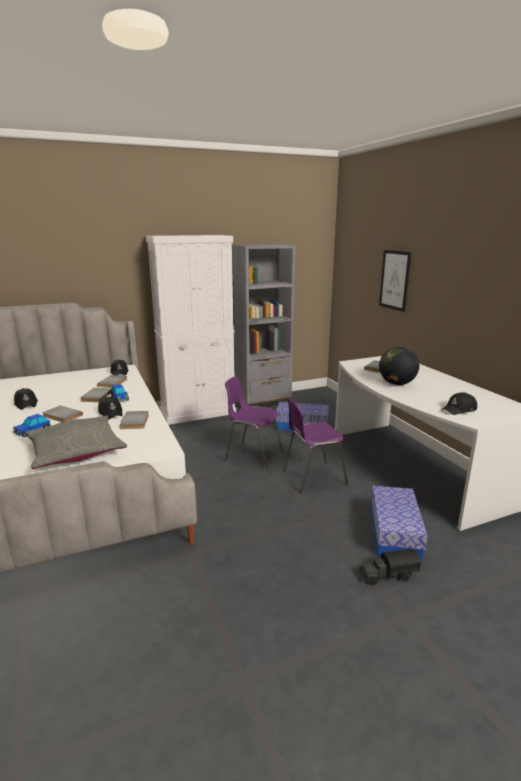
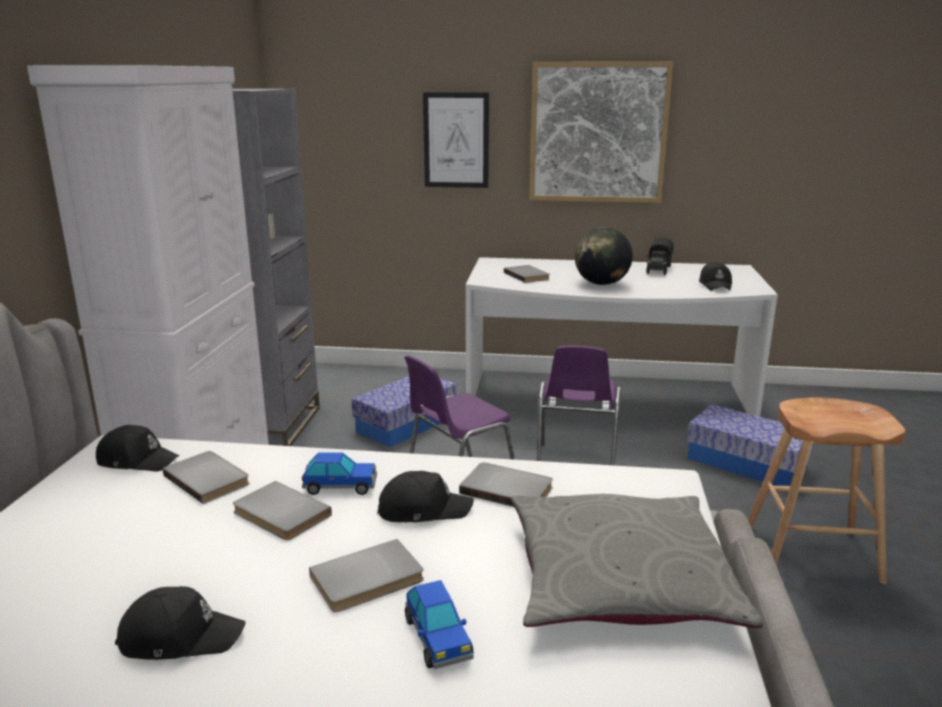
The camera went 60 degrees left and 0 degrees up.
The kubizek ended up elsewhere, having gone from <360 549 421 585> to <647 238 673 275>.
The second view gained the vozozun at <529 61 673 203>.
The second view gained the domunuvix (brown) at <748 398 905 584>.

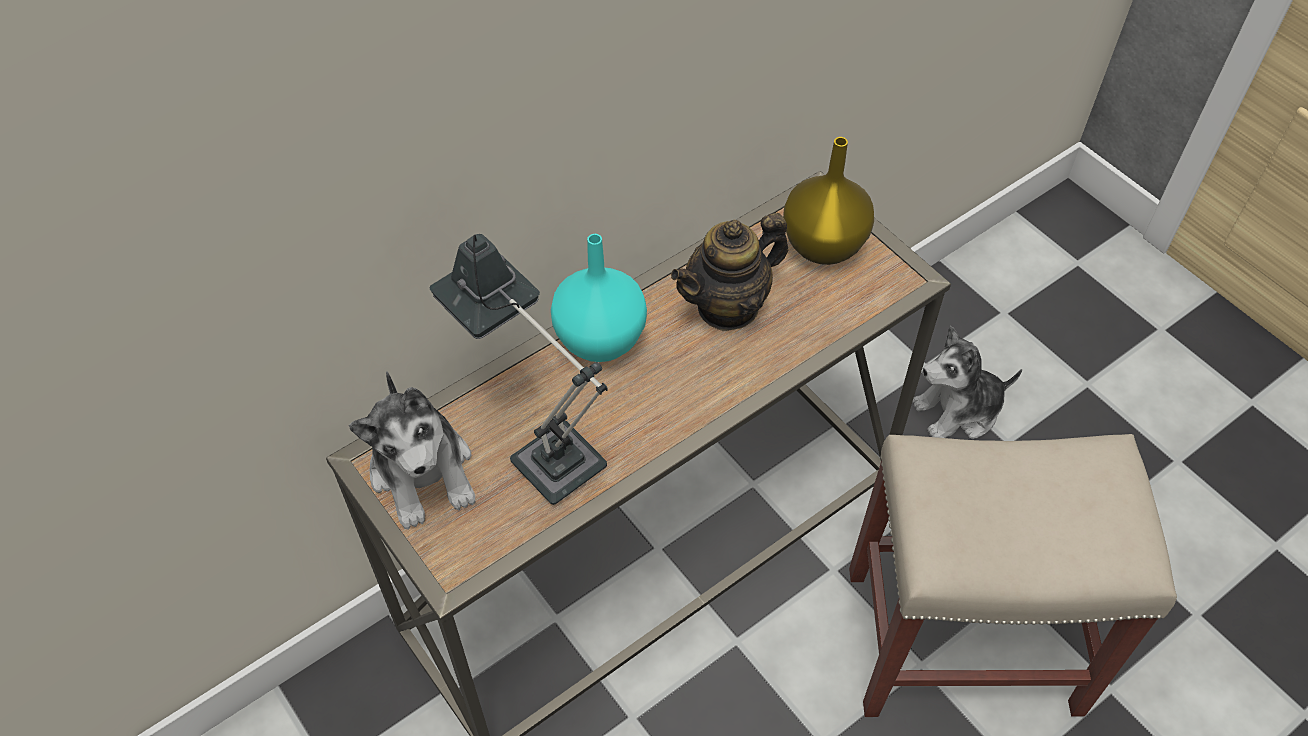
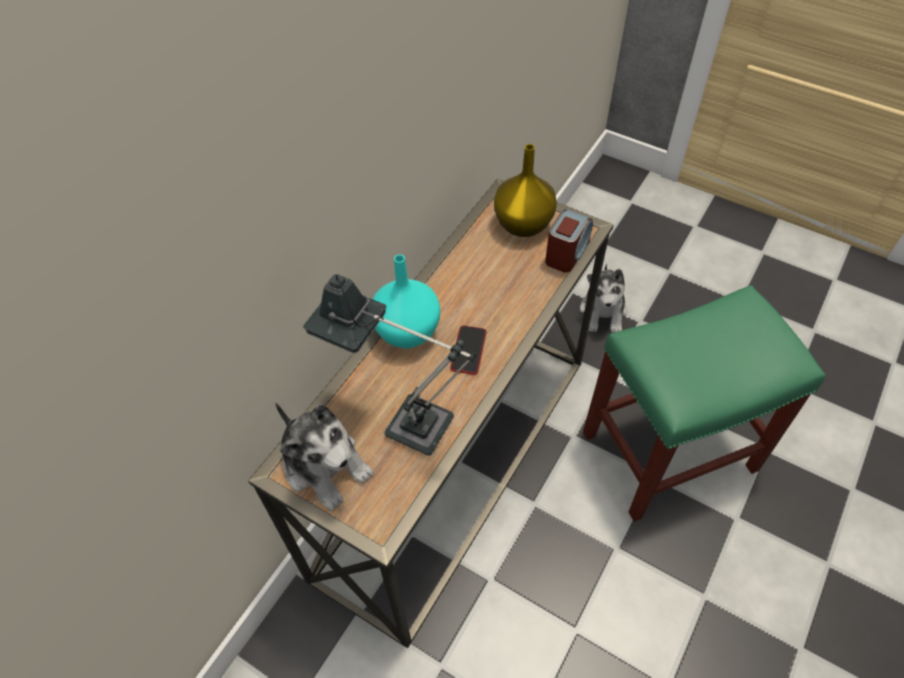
The camera went 20 degrees left and 0 degrees up.
The second view lost the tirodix at <671 213 788 331>.
The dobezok at <912 326 1022 439> ended up facing another way, 45 degrees counterclockwise from before.
What was the domunuvix (beige) at <849 434 1177 717> turned into the domunuvix (green) at <583 285 825 522>.
The second view gained the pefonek at <545 209 593 272>.
The second view gained the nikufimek at <450 326 487 375>.

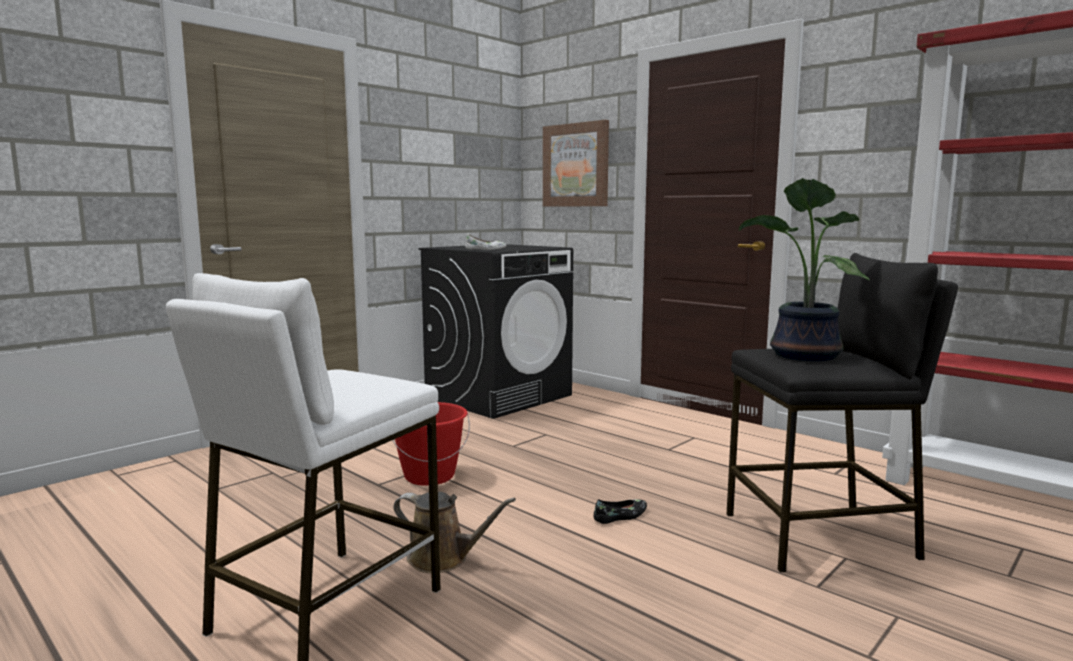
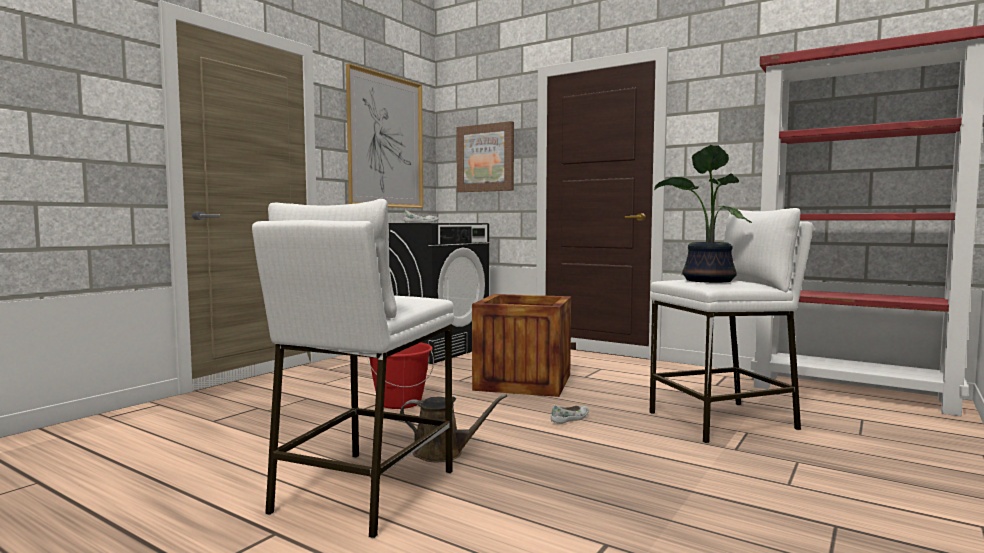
The camera went 10 degrees left and 5 degrees down.
What was the domunuvix (black) at <727 253 958 572> turned into the domunuvix (white) at <650 208 813 444>.
What was the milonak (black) at <594 499 647 524> turned into the milonak (white) at <551 404 589 424>.
The second view gained the vozozun at <346 63 423 208>.
The second view gained the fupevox at <472 294 571 397>.

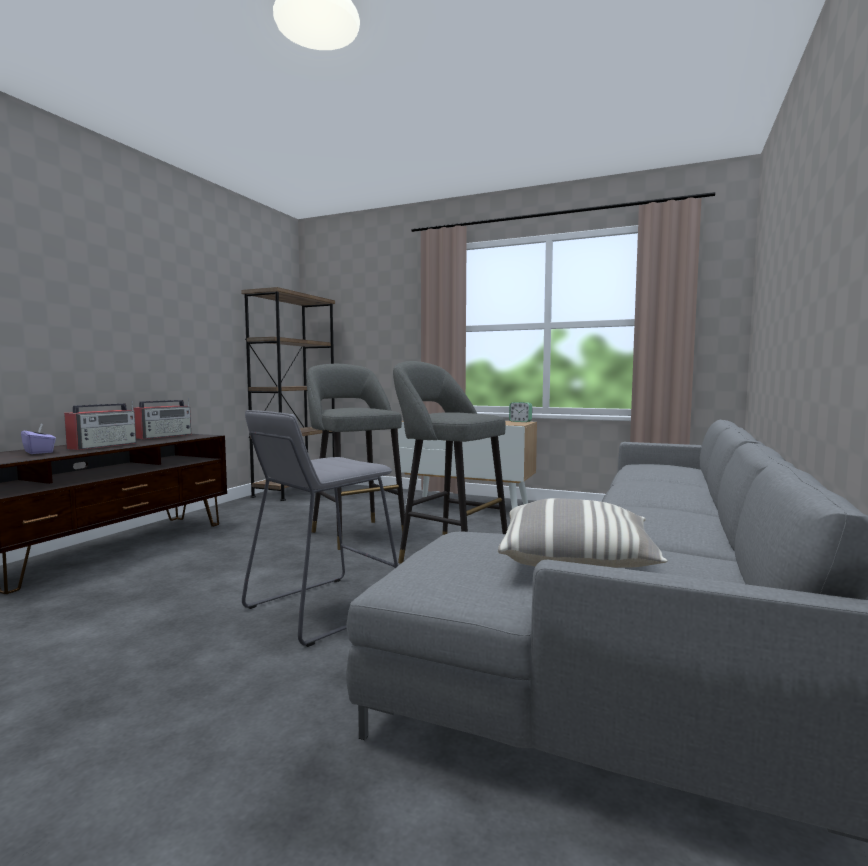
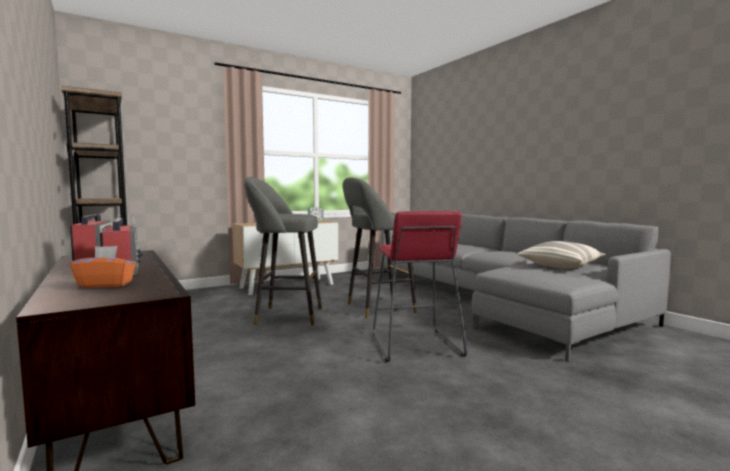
The camera went 55 degrees left and 0 degrees up.
What was the domunuvix (grey) at <242 410 398 647> turned into the domunuvix (red) at <373 211 467 362>.
What was the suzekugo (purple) at <21 424 56 454> turned into the suzekugo (orange) at <70 246 136 288>.

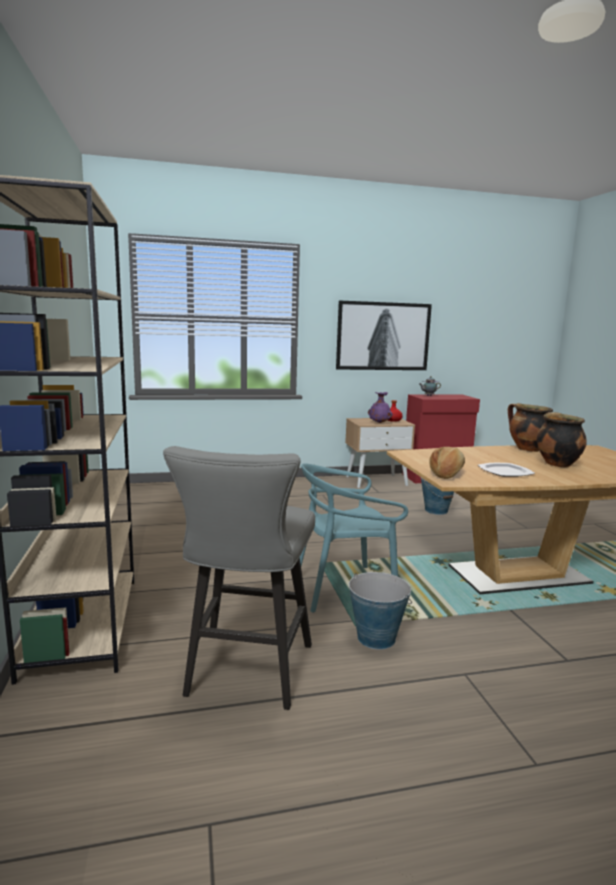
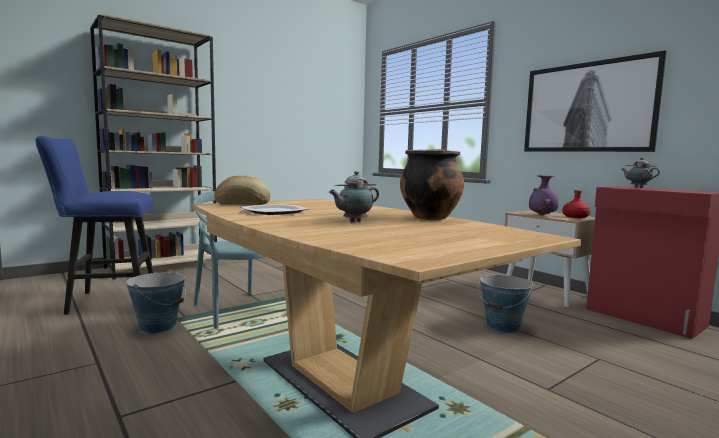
The camera went 65 degrees right and 5 degrees down.
Where the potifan stood at <536 412 586 467>, the tirodix came to stand at <329 171 379 222>.
What was the domunuvix (grey) at <163 446 315 710> turned into the domunuvix (blue) at <35 136 154 315>.

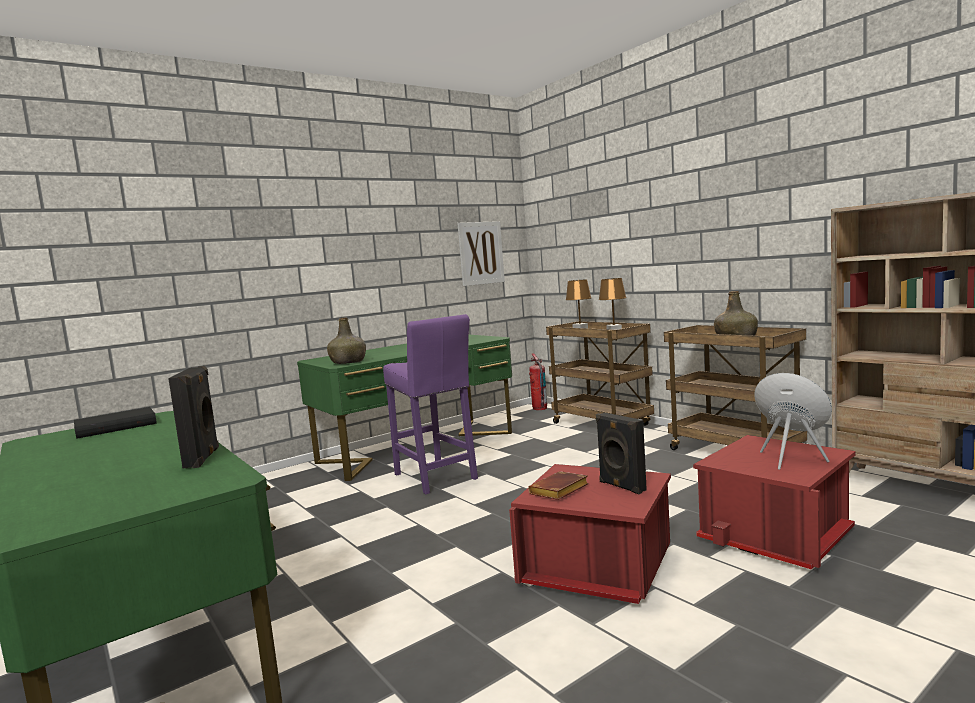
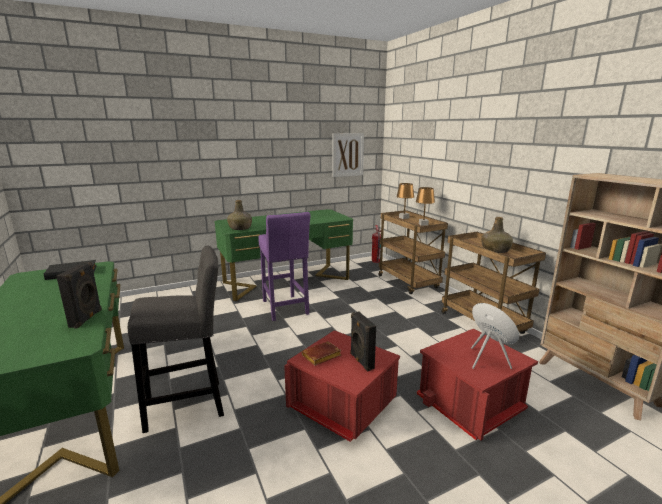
The camera went 10 degrees right and 10 degrees up.
The second view gained the domunuvix (grey) at <128 246 224 433>.

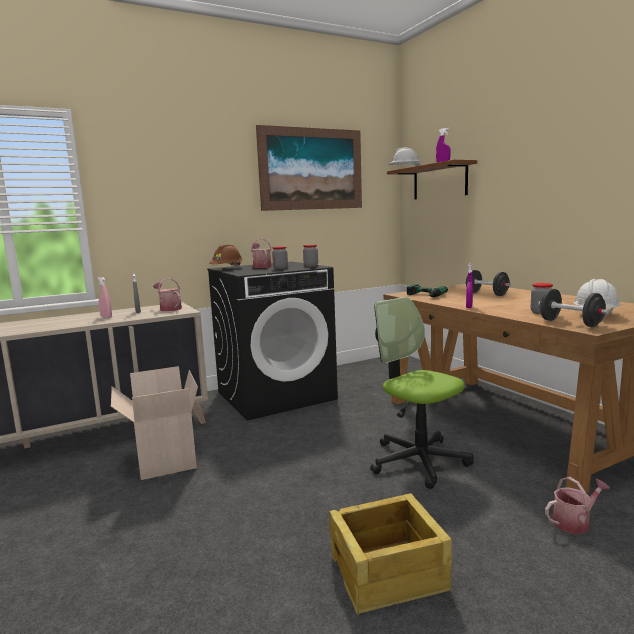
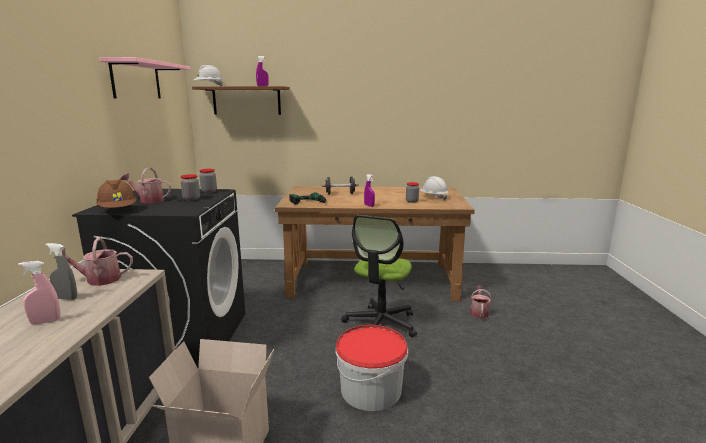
The camera went 60 degrees left and 5 degrees up.
Where the vozozun hung at <256 125 362 211>, the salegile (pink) came to hang at <99 57 191 99>.
The second view lost the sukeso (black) at <538 289 609 327>.
The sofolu at <370 297 474 489> ended up facing another way, 60 degrees counterclockwise from before.
The second view lost the fupevox at <329 493 452 616>.
The second view gained the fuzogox at <335 325 408 411>.

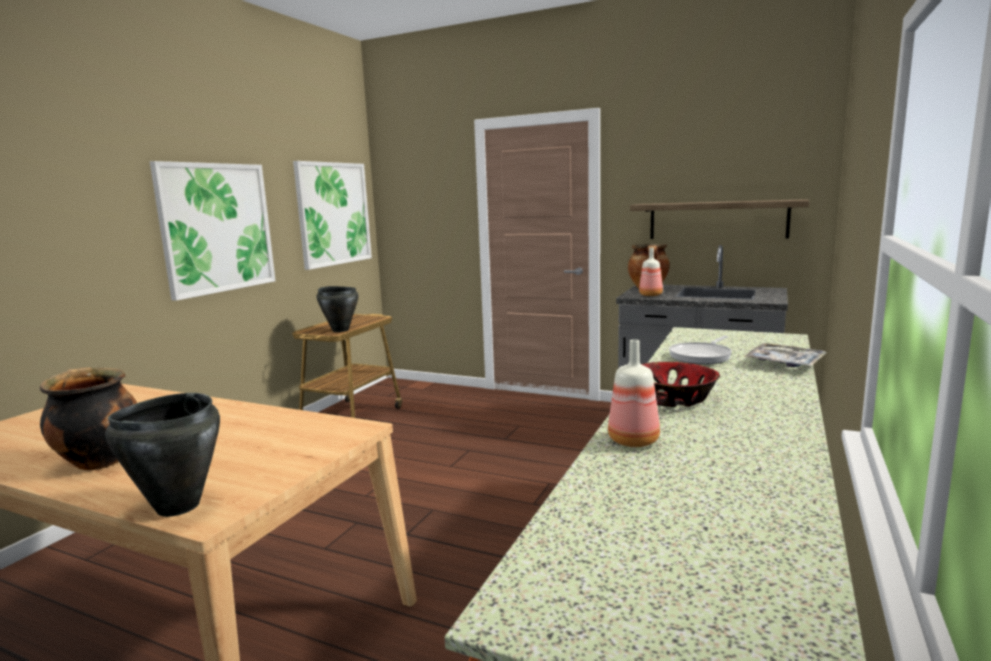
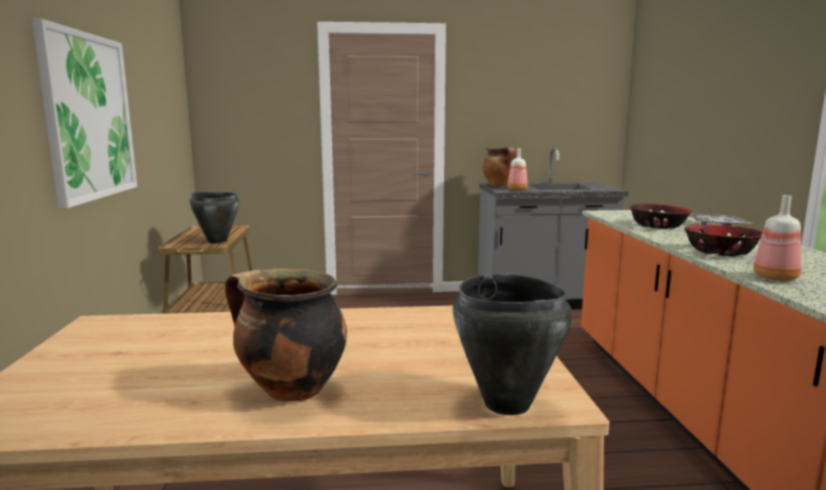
The camera went 30 degrees left and 0 degrees up.
The second view lost the vozozun at <293 161 372 270>.
The second view lost the salegile at <630 199 809 239>.
Where the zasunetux stood at <669 336 732 365>, the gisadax came to stand at <630 204 692 229>.

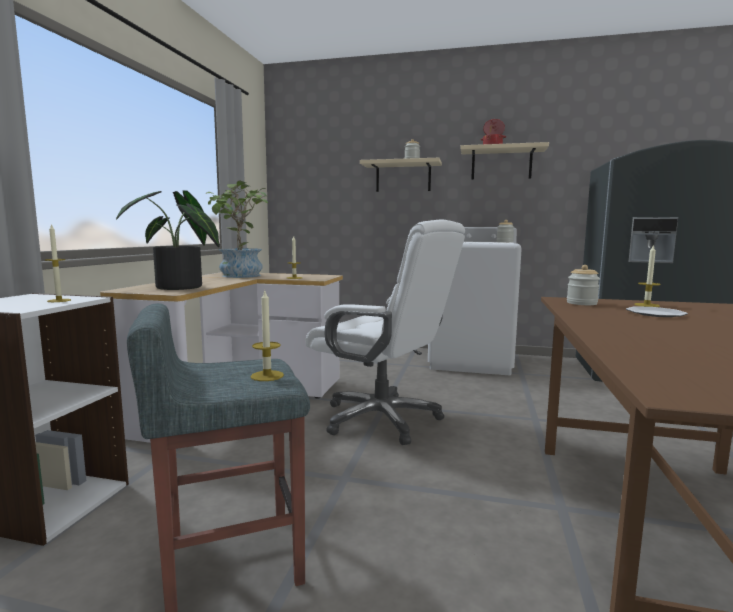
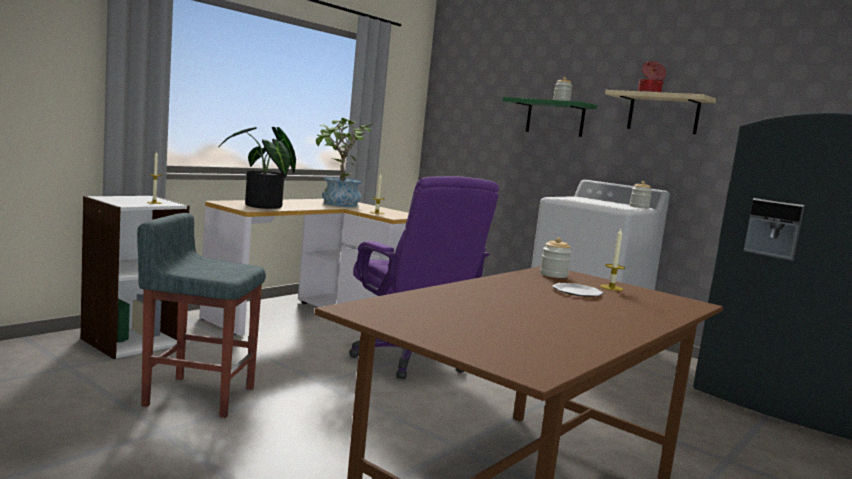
The camera went 25 degrees right and 0 degrees up.
What was the salegile (beige) at <360 158 442 192> turned into the salegile (green) at <503 97 597 137>.
What was the sofolu (white) at <306 219 465 445> turned into the sofolu (purple) at <349 176 499 379>.
The second view lost the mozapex at <251 291 284 381>.

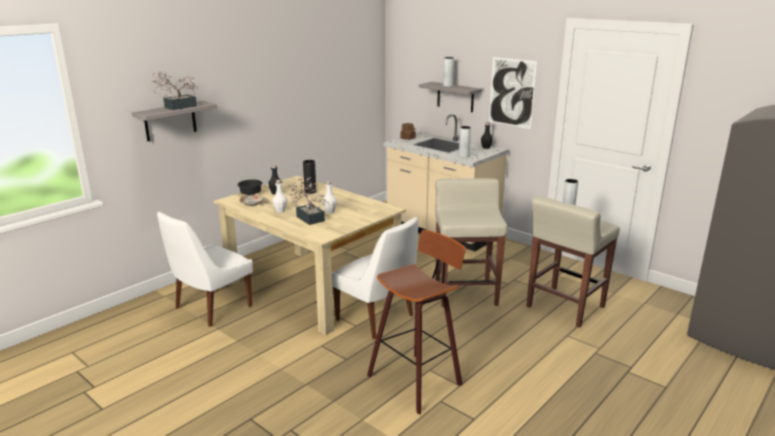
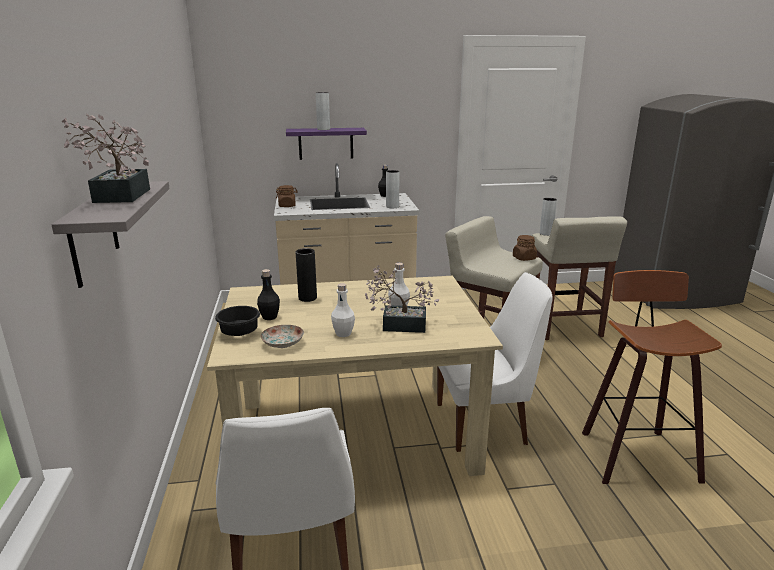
The camera went 50 degrees left and 0 degrees up.
The second view lost the vozozun at <489 57 537 129>.
What was the salegile (grey) at <419 82 482 112> turned into the salegile (purple) at <286 128 367 160>.
The second view gained the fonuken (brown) at <513 235 537 261>.

